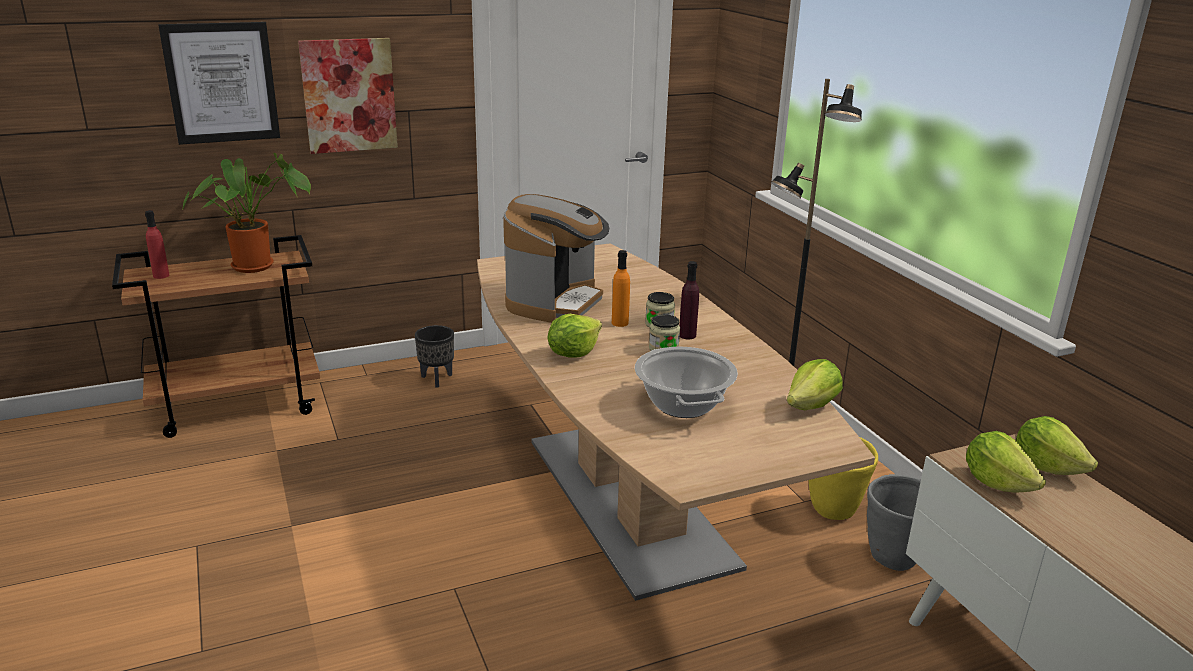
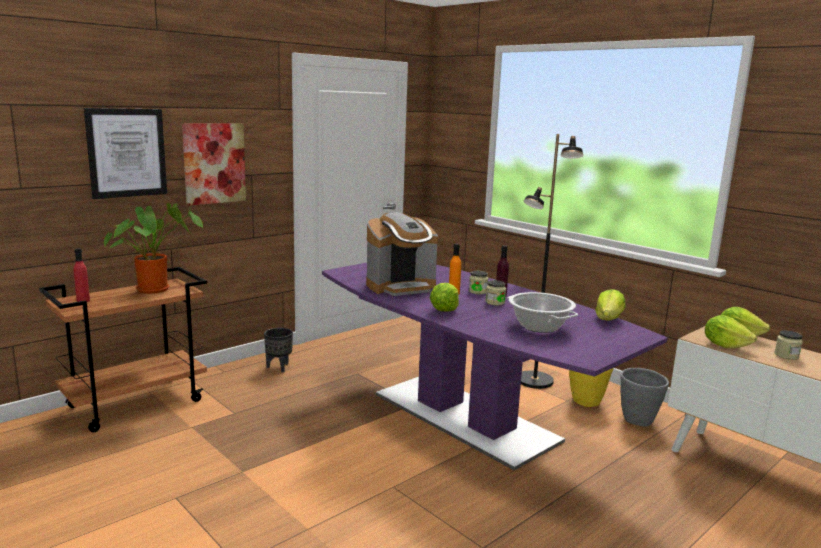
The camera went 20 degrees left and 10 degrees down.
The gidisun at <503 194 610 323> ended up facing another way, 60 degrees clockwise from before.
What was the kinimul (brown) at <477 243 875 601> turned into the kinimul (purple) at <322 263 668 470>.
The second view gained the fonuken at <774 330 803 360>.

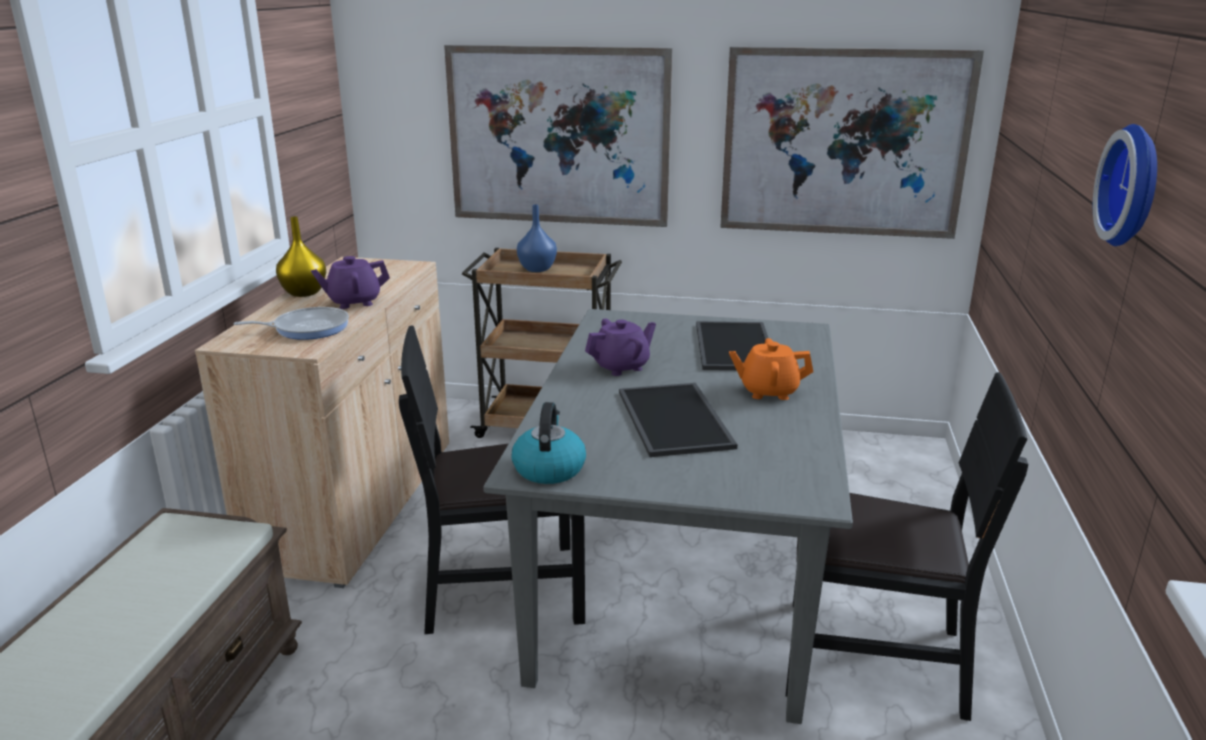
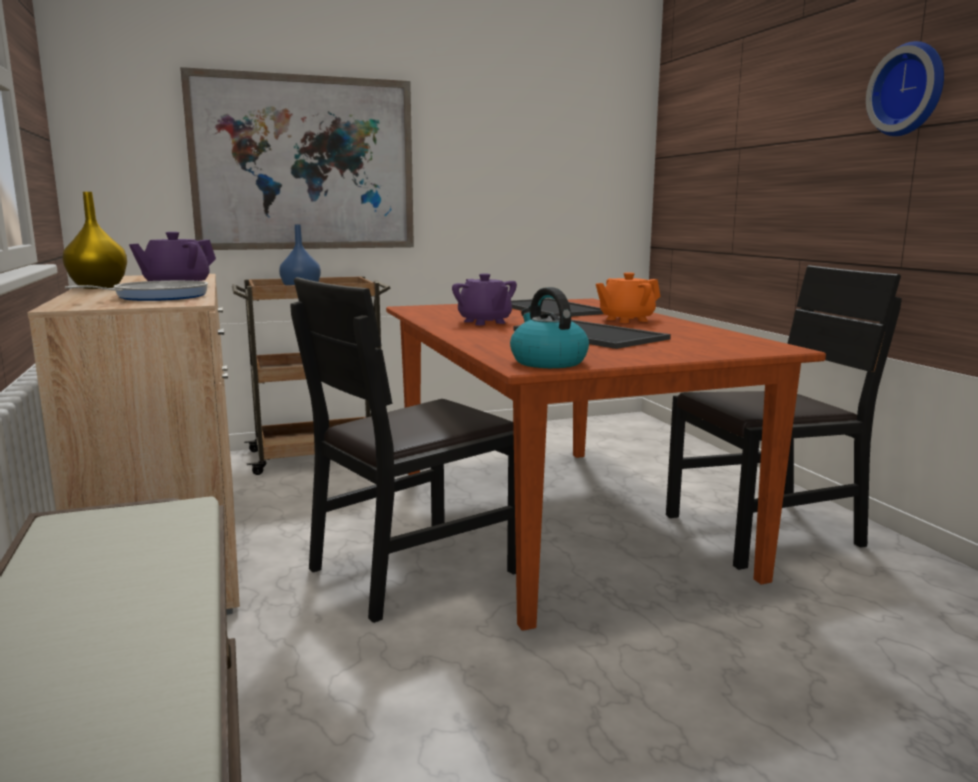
The camera went 30 degrees left and 10 degrees down.
The second view lost the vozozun at <720 47 984 239>.
What was the kinimul (grey) at <483 309 853 724> turned into the kinimul (brown) at <386 299 826 631>.
The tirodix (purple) at <585 318 656 376> ended up facing another way, 120 degrees clockwise from before.

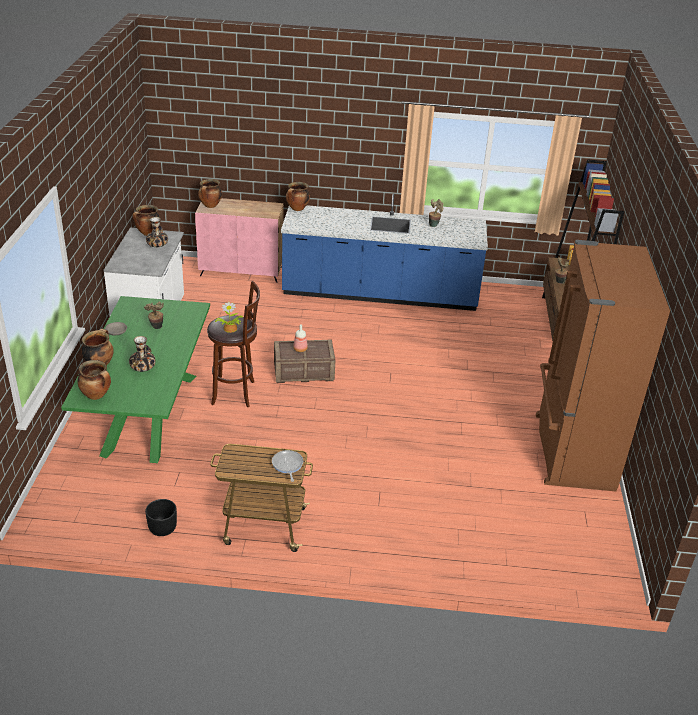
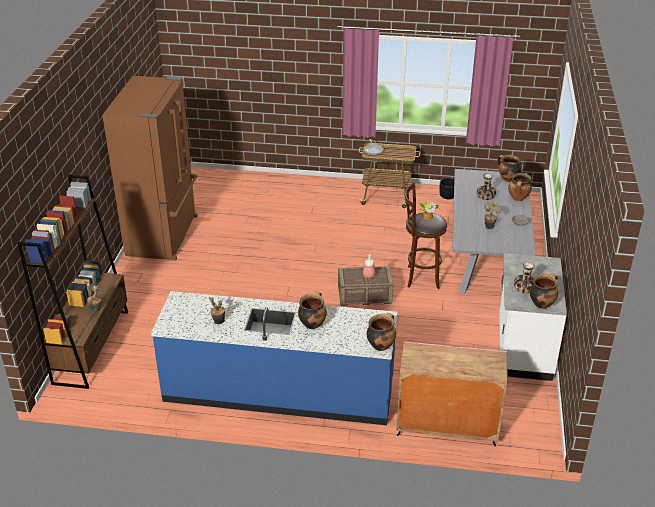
The camera went 175 degrees left and 0 degrees up.
The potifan ended up elsewhere, having gone from <198 179 222 208> to <298 291 327 329>.
What was the kinimul (green) at <61 296 210 463> turned into the kinimul (grey) at <452 169 536 294>.

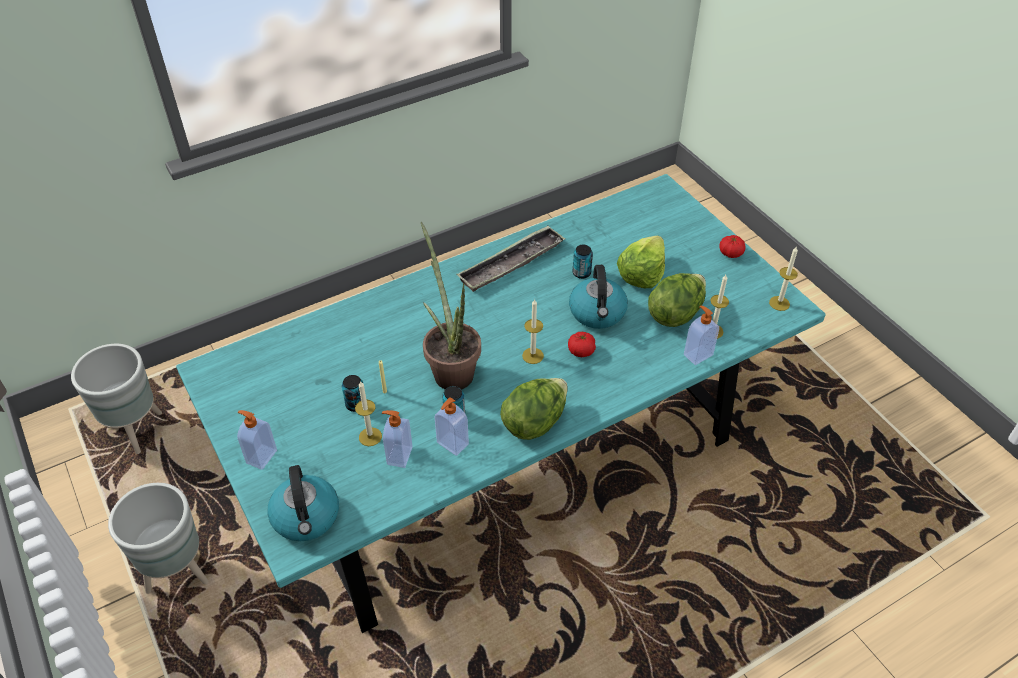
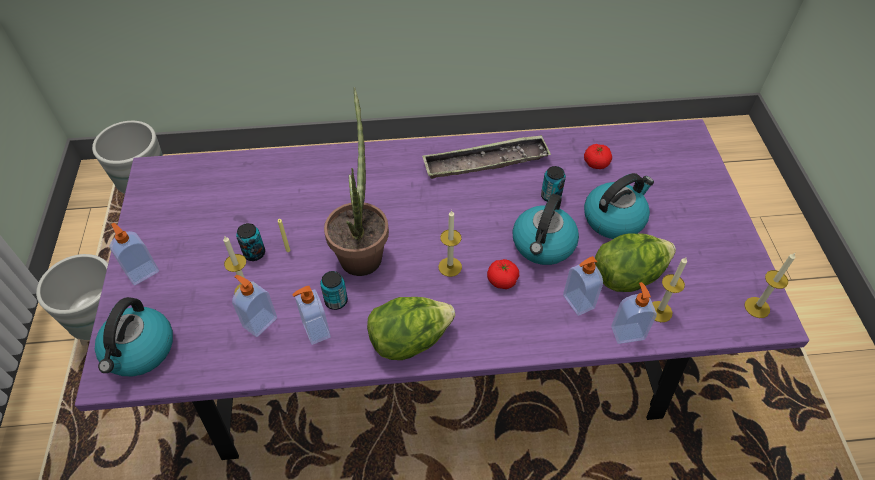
The camera went 25 degrees right and 5 degrees up.
What was the kinimul (turquoise) at <176 174 826 633> turned into the kinimul (purple) at <75 119 809 460>.
The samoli ended up elsewhere, having gone from <720 235 745 258> to <584 144 612 169>.
Where the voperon stood at <617 236 665 288>, the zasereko came to stand at <584 173 654 239>.
The second view gained the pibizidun at <563 256 603 316>.

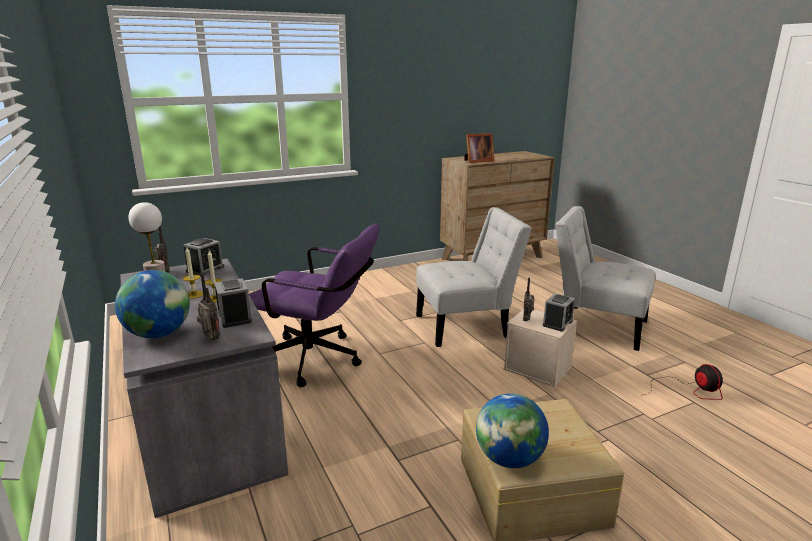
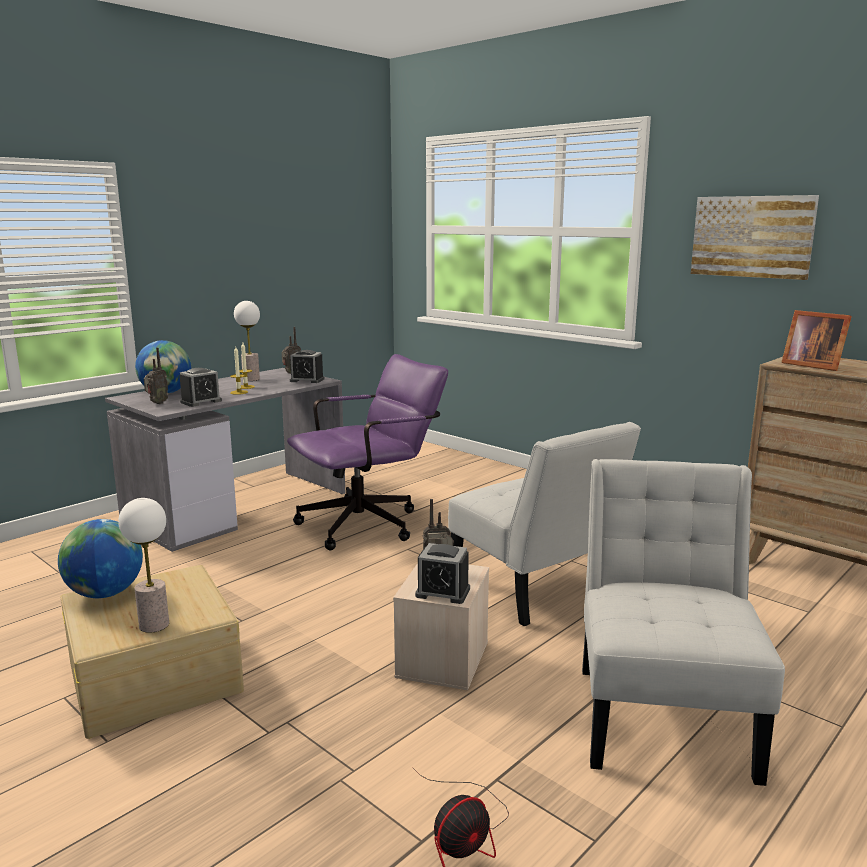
The camera went 70 degrees right and 5 degrees down.
The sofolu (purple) at <249 223 380 387> ended up facing another way, 120 degrees counterclockwise from before.
The second view gained the vozozun at <691 195 819 280>.
The second view gained the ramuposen at <118 498 169 633>.

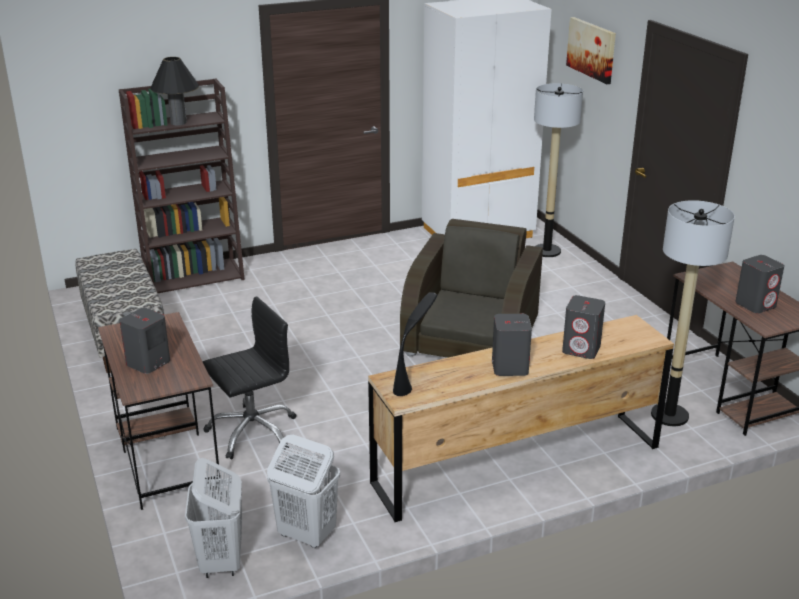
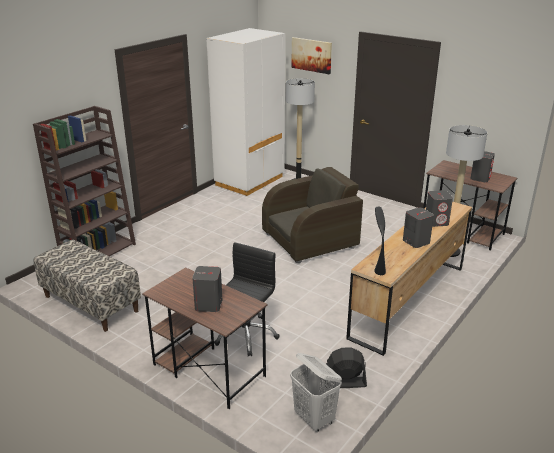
The camera went 30 degrees left and 0 degrees up.
The second view lost the ramuposen (black) at <151 57 199 125>.
The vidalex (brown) at <400 219 543 358> ended up facing another way, 75 degrees clockwise from before.
Where the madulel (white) stood at <267 435 340 548>, the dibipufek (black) came to stand at <325 347 367 388>.

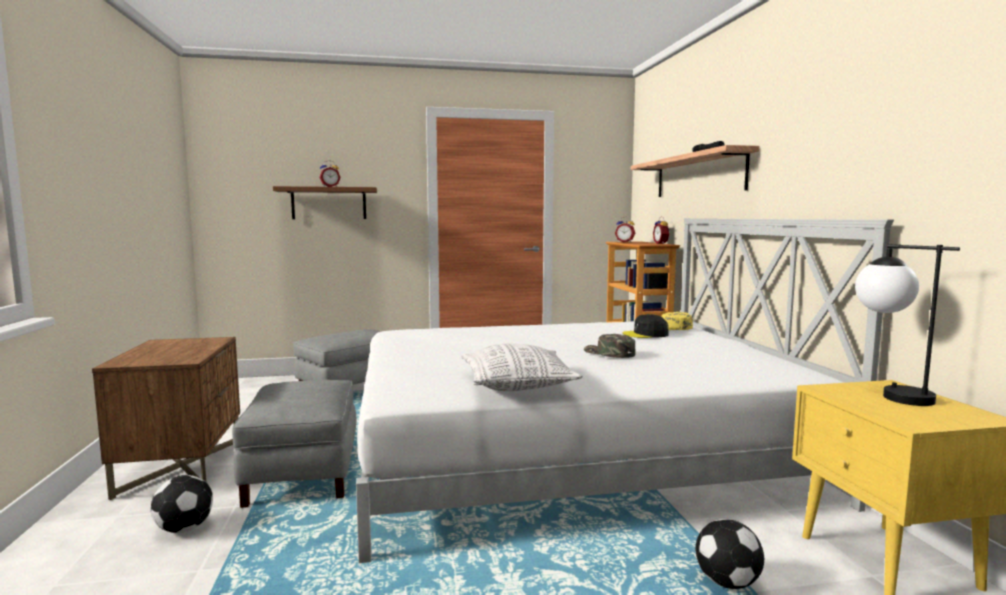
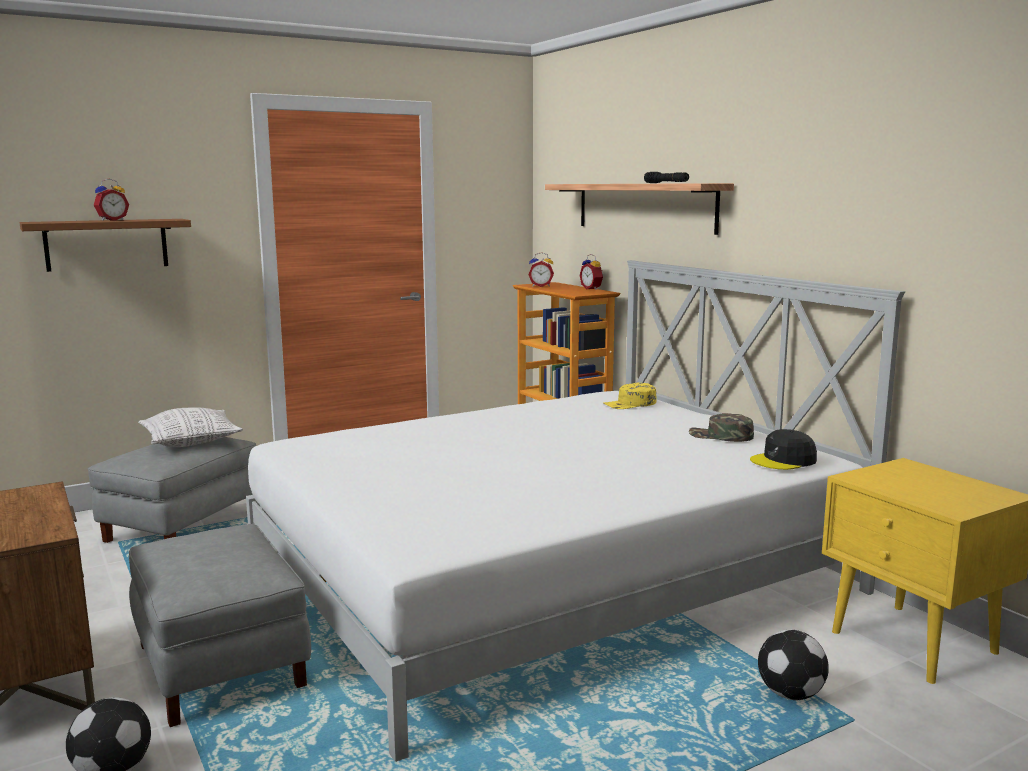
The camera went 20 degrees left and 5 degrees up.
The second view lost the ramuposen at <855 244 960 406>.
The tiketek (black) ended up elsewhere, having gone from <622 314 669 338> to <750 429 817 470>.
The tiketek (green) ended up elsewhere, having gone from <584 334 636 358> to <689 413 754 442>.
The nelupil ended up elsewhere, having gone from <461 344 583 391> to <138 407 243 447>.

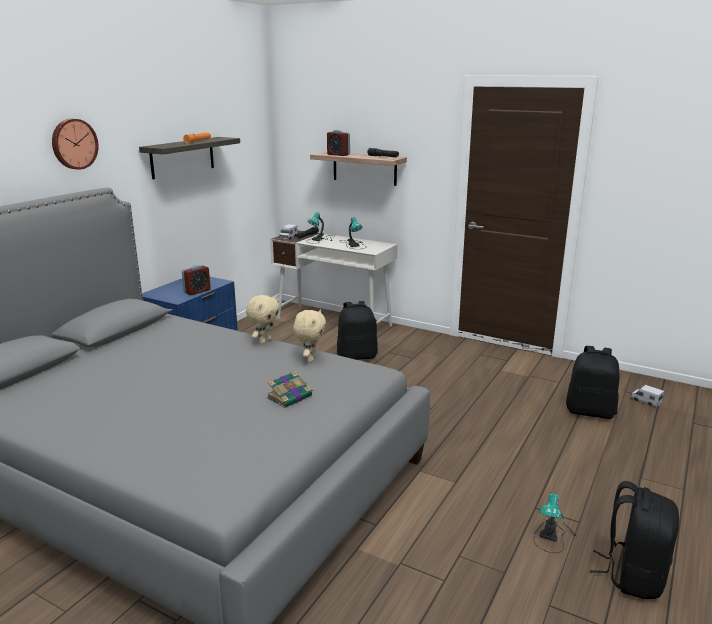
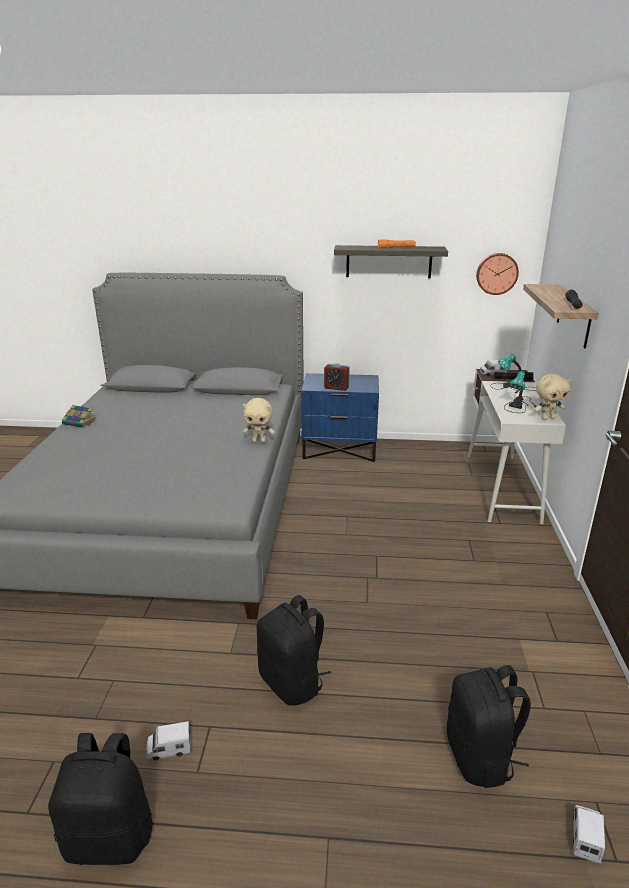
The camera went 65 degrees right and 5 degrees up.
The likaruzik ended up elsewhere, having gone from <52 119 99 170> to <476 253 519 295>.
The second view lost the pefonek at <327 130 350 156>.
The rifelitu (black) ended up elsewhere, having gone from <337 301 378 360> to <257 595 331 706>.
The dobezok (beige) ended up elsewhere, having gone from <293 309 326 362> to <534 374 571 420>.
The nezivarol ended up elsewhere, having gone from <267 371 313 408> to <62 405 97 428>.
Where the ramuposen stood at <534 493 576 553>, the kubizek came to stand at <146 721 191 760>.

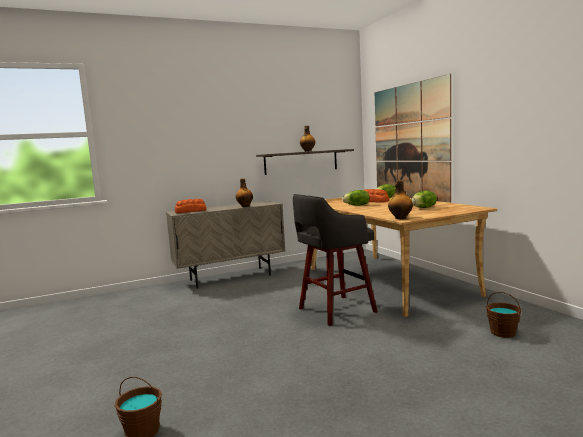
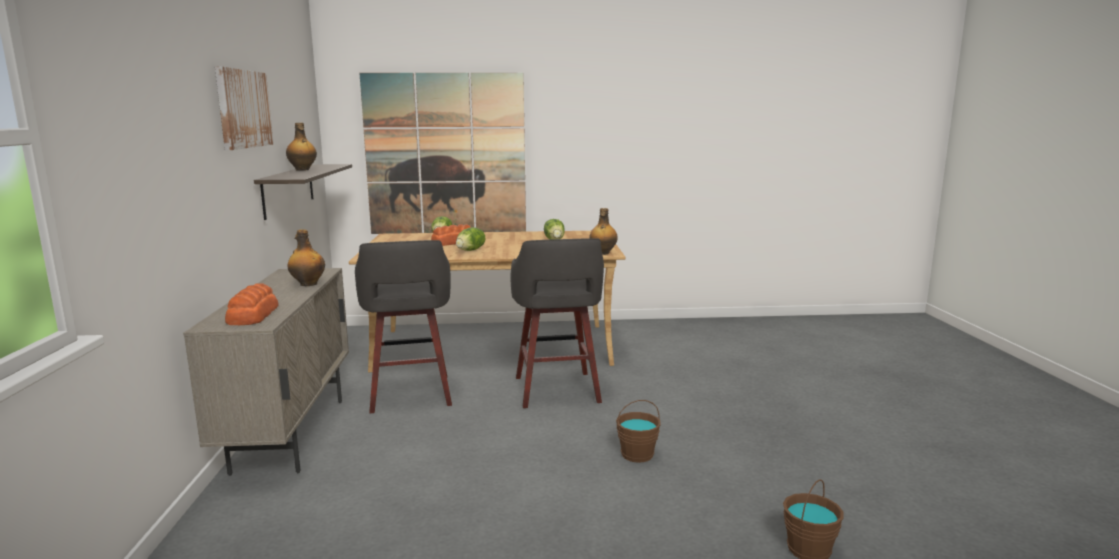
The camera went 70 degrees left and 5 degrees up.
The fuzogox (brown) ended up elsewhere, having gone from <486 292 521 338> to <616 400 661 463>.
The second view gained the vozozun at <215 66 274 150>.
The second view gained the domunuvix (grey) at <355 240 452 413>.

